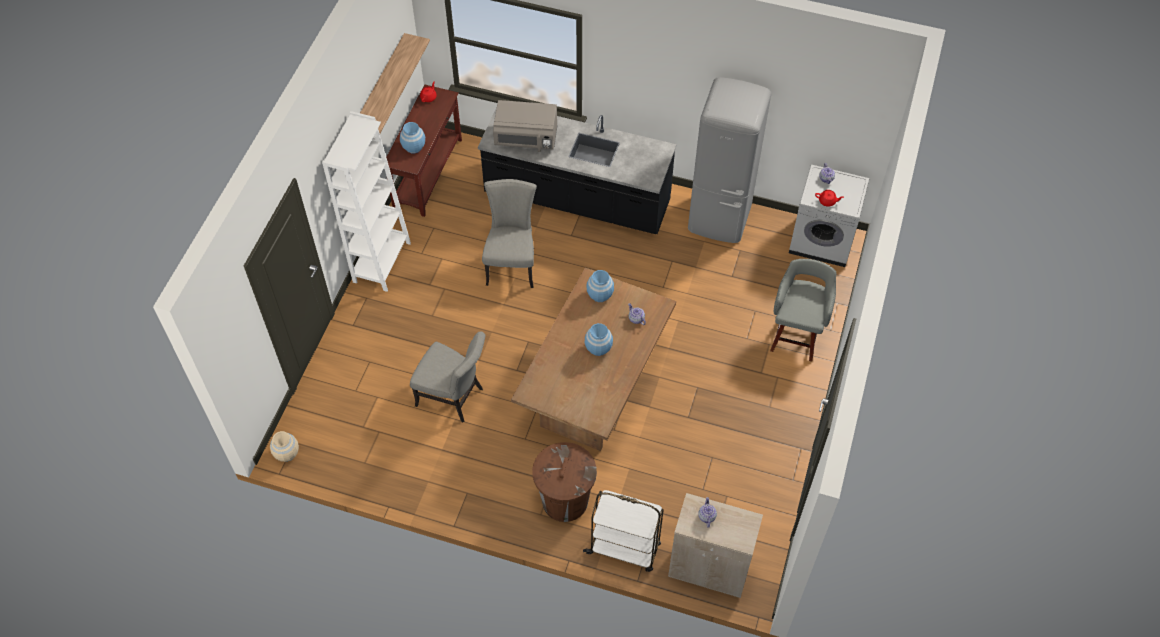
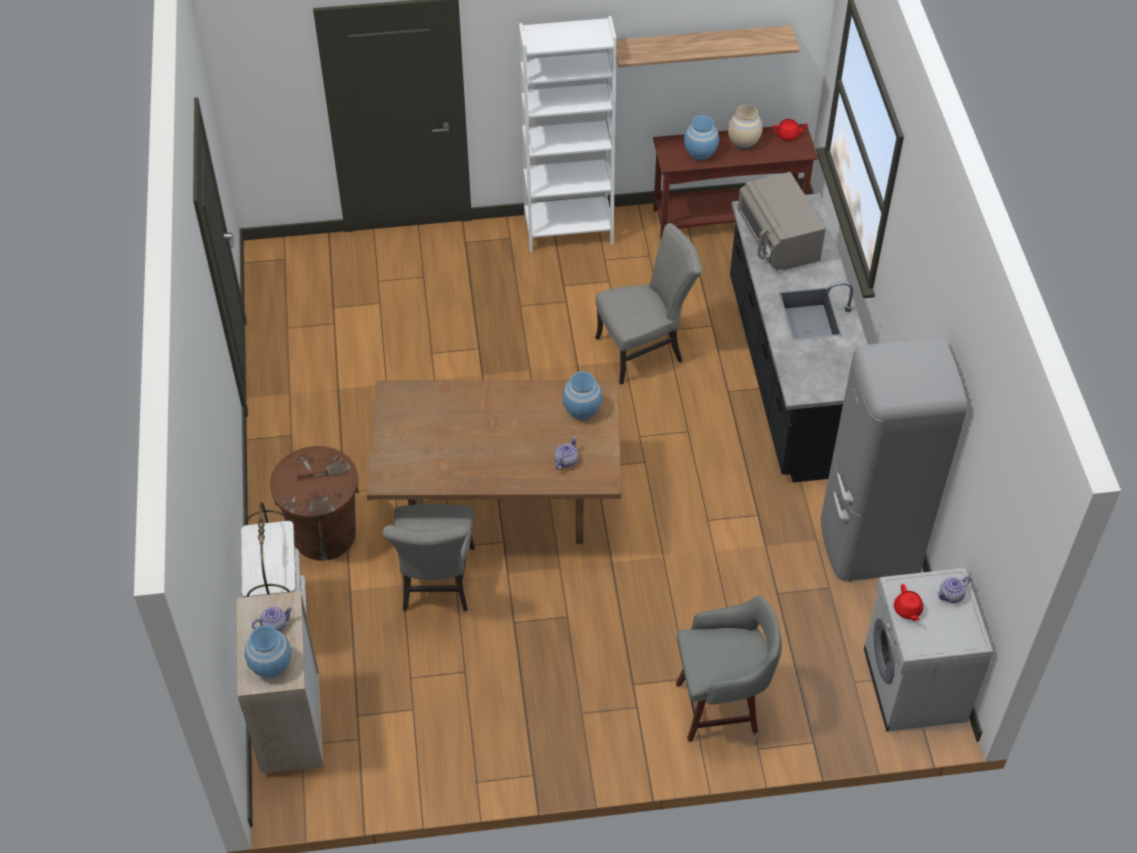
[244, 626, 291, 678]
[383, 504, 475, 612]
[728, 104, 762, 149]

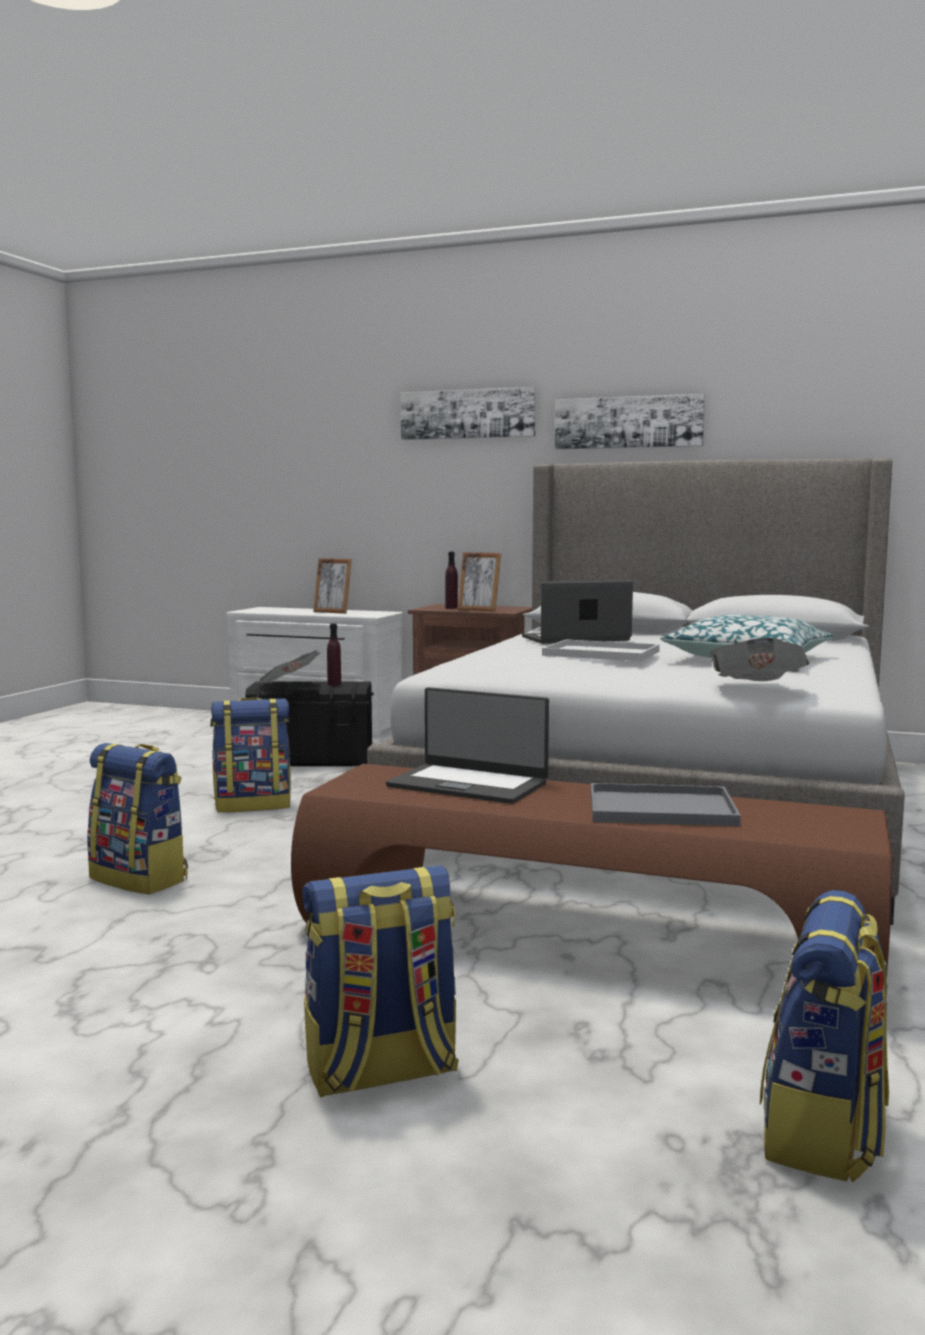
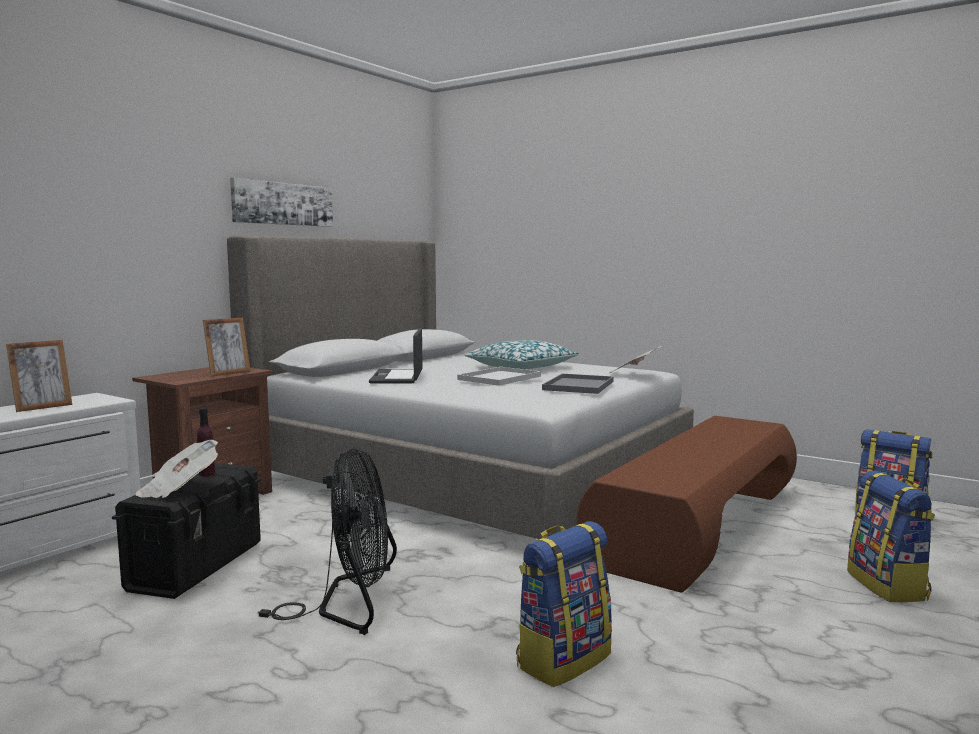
[257, 448, 397, 635]
[542, 374, 614, 394]
[386, 687, 549, 804] (first image)
[401, 387, 536, 440] (first image)
[445, 552, 458, 609] (first image)

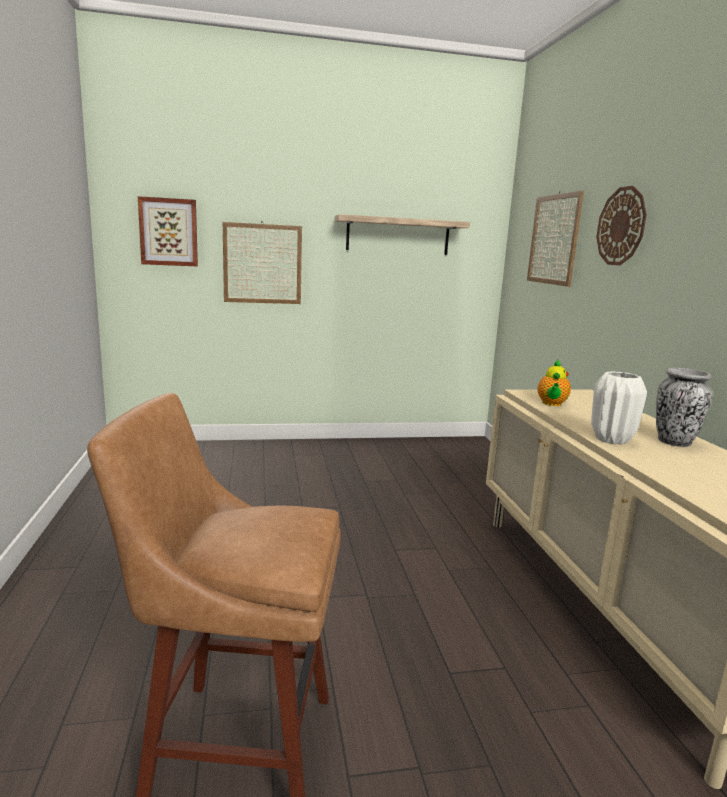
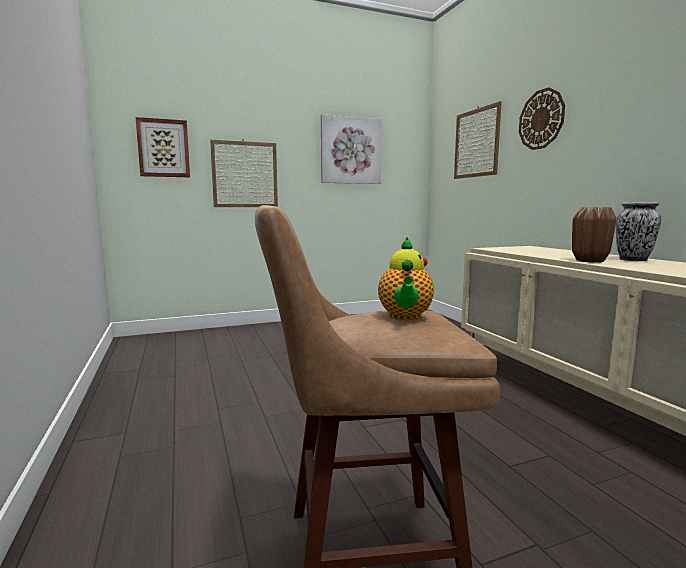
[321, 114, 382, 184]
[378, 237, 434, 320]
[572, 207, 616, 263]

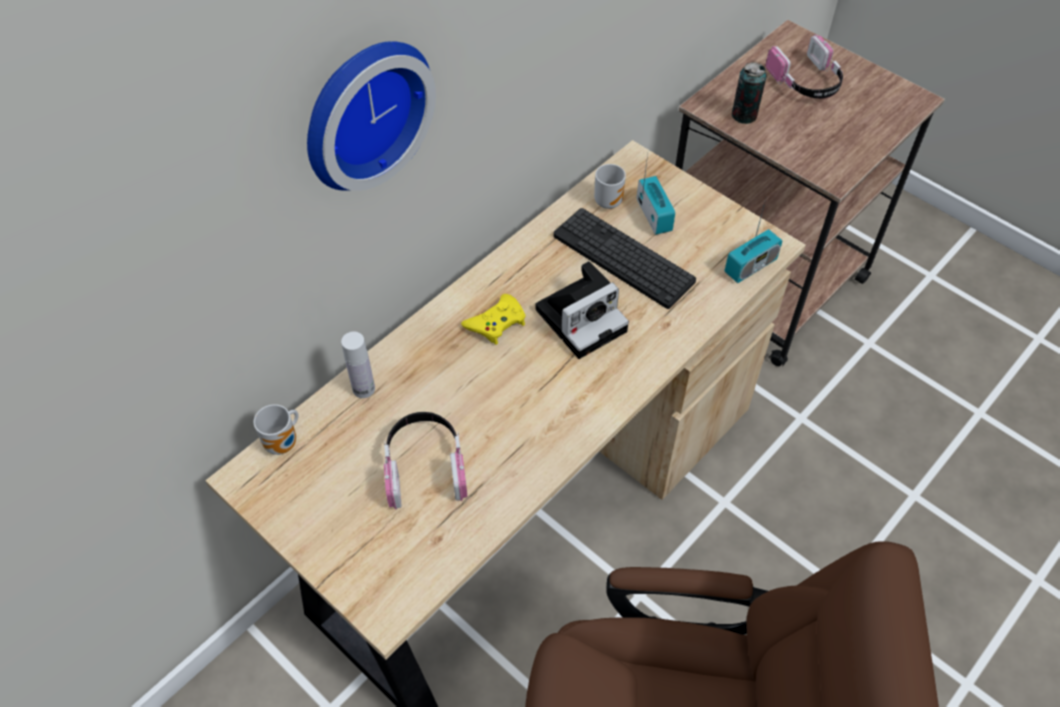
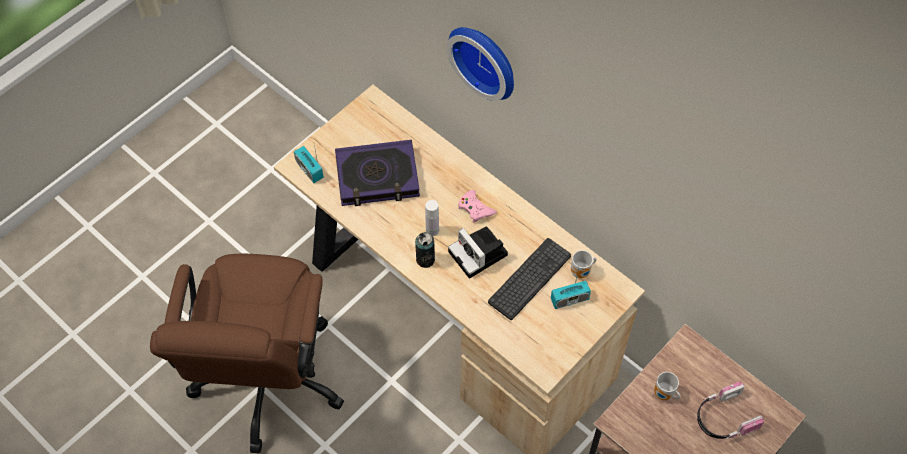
[294, 145, 324, 183]
[335, 140, 420, 206]
[415, 232, 435, 268]
[425, 200, 439, 236]
[458, 190, 497, 223]
[654, 372, 681, 401]

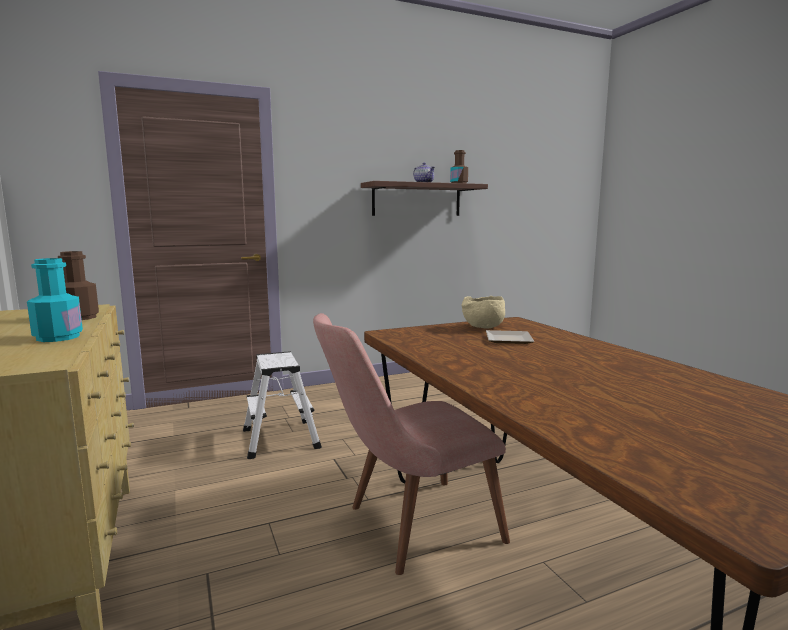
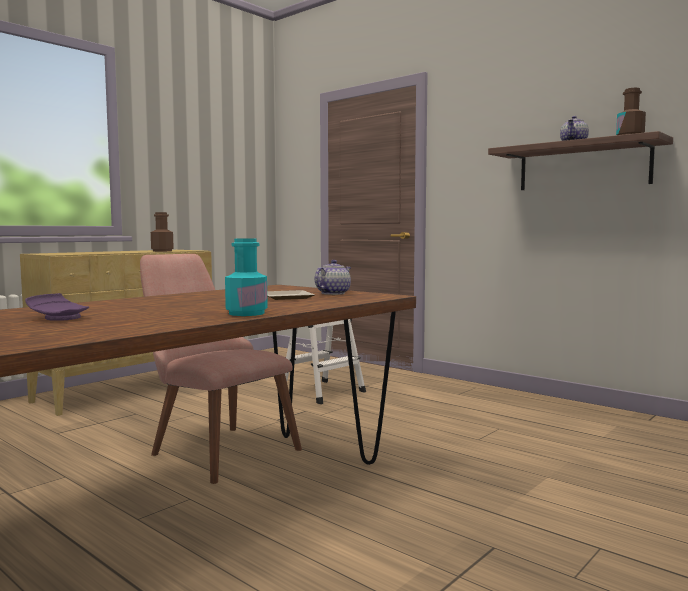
[25, 293, 89, 321]
[225, 238, 268, 316]
[315, 260, 351, 295]

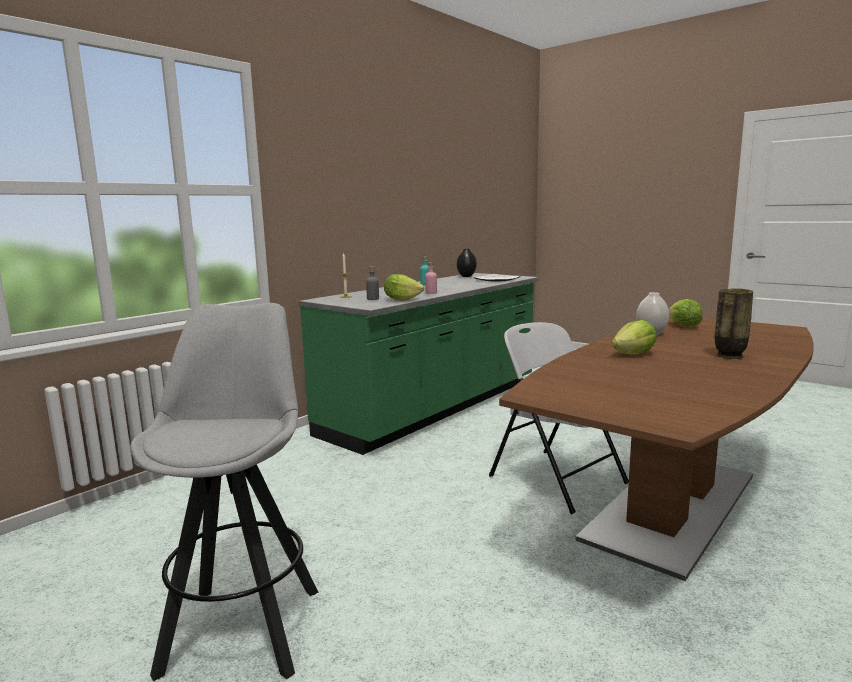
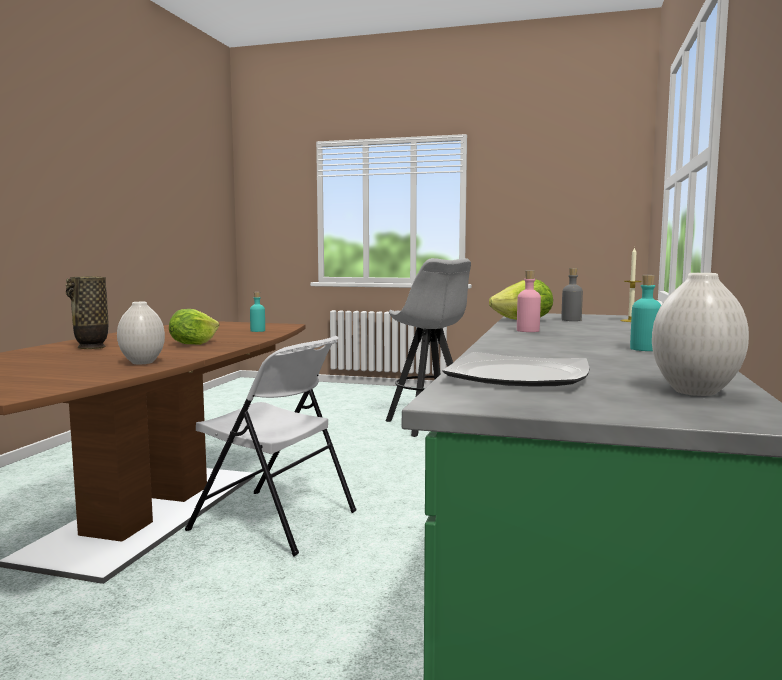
[250, 292, 265, 332]
[652, 273, 749, 396]
[669, 299, 702, 327] (first image)

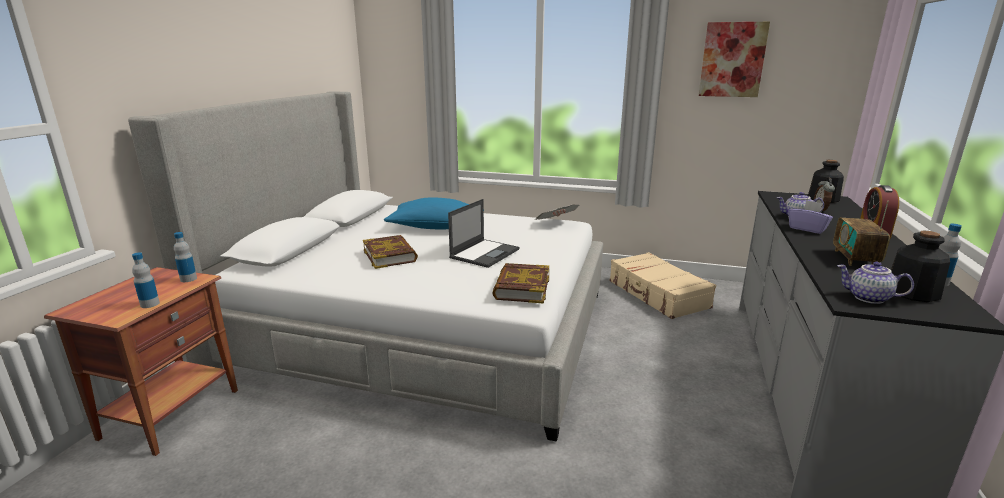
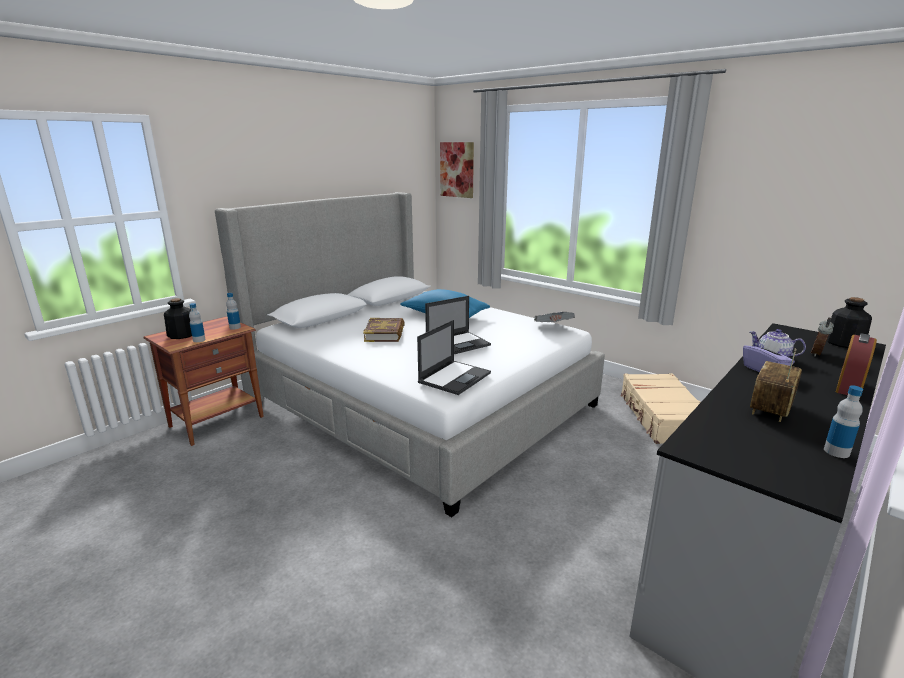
[164, 298, 192, 339]
[417, 320, 491, 395]
[440, 142, 474, 198]
[837, 262, 914, 304] (first image)

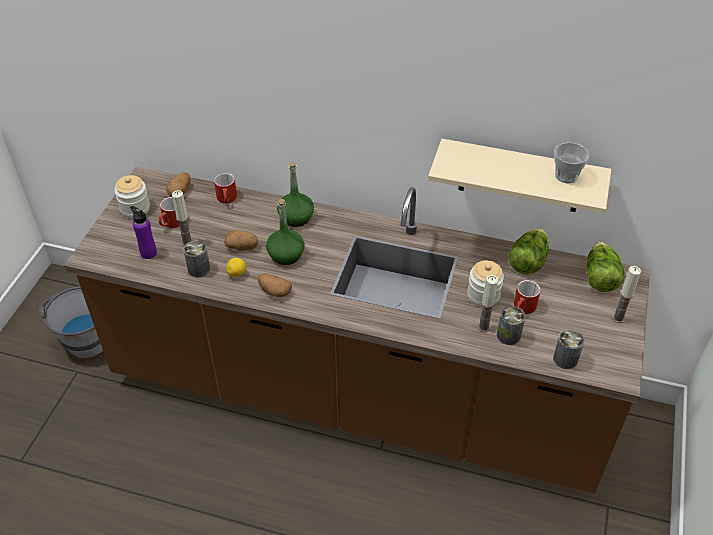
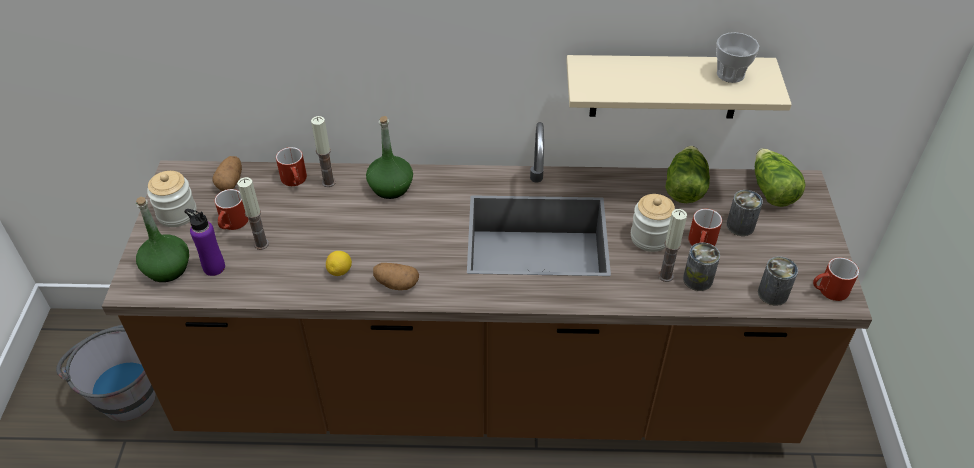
[136, 197, 189, 282]
[311, 116, 336, 187]
[726, 190, 763, 236]
[813, 257, 859, 301]
[224, 230, 258, 250] (first image)

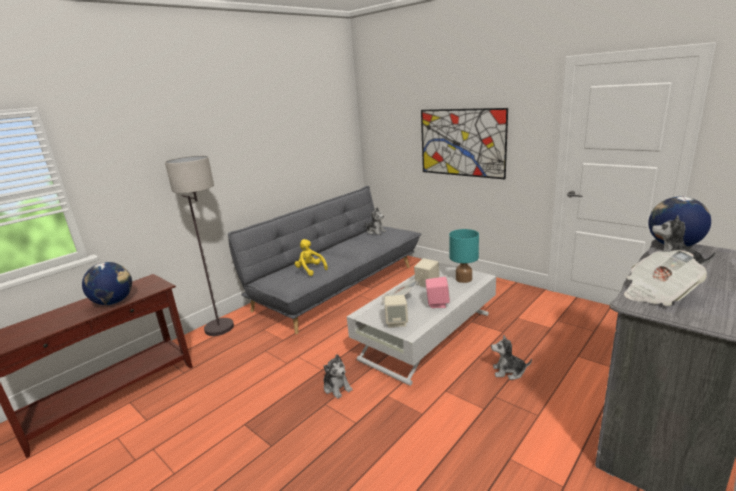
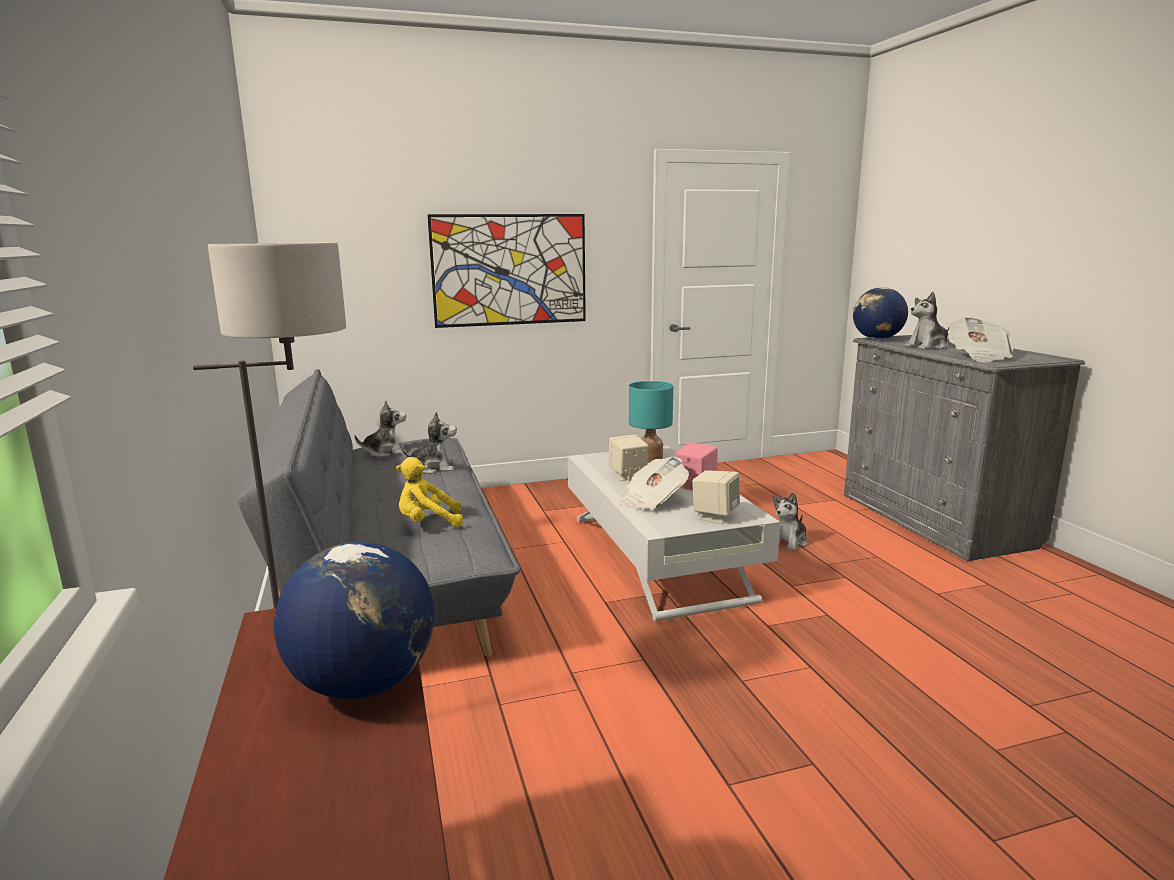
[401, 412, 457, 474]

